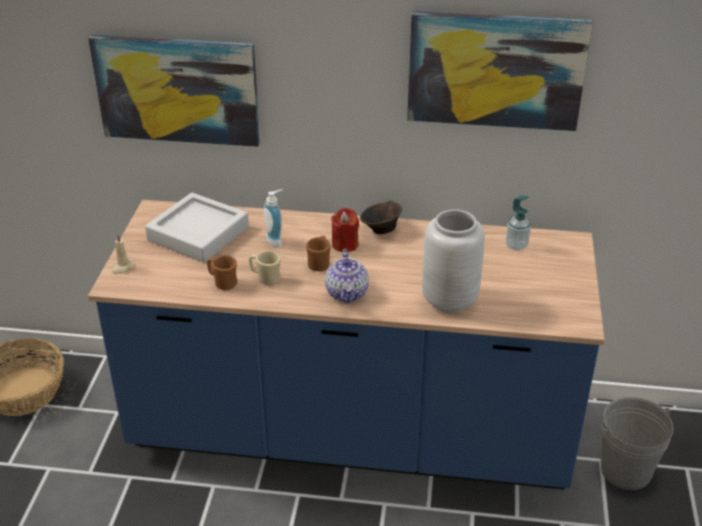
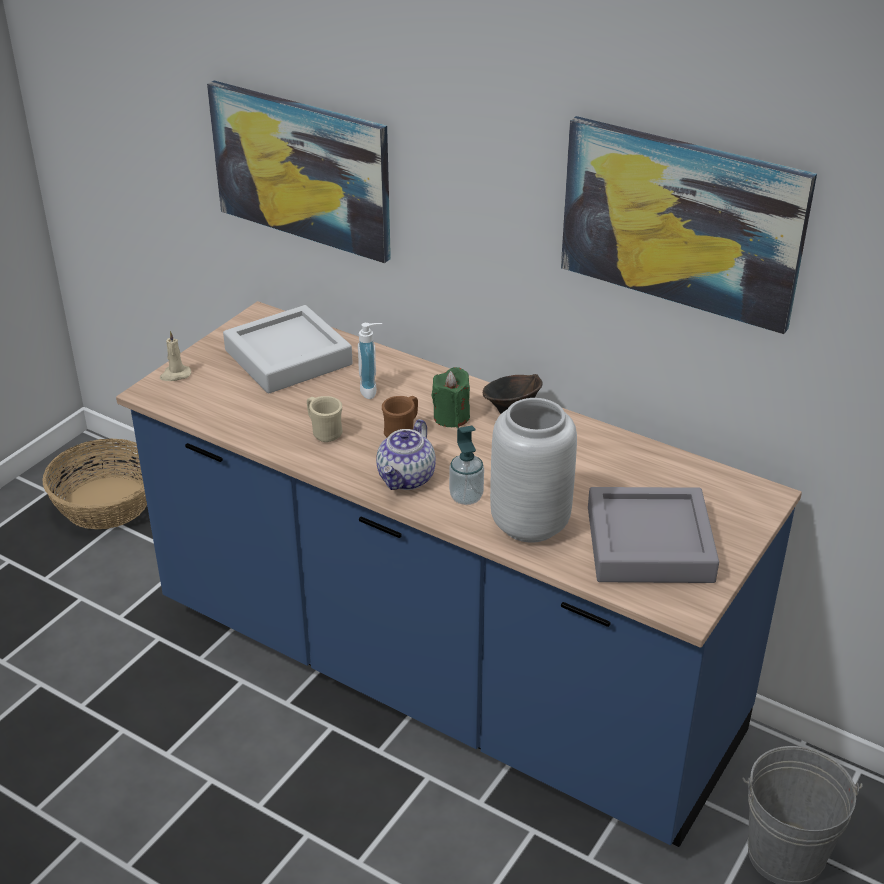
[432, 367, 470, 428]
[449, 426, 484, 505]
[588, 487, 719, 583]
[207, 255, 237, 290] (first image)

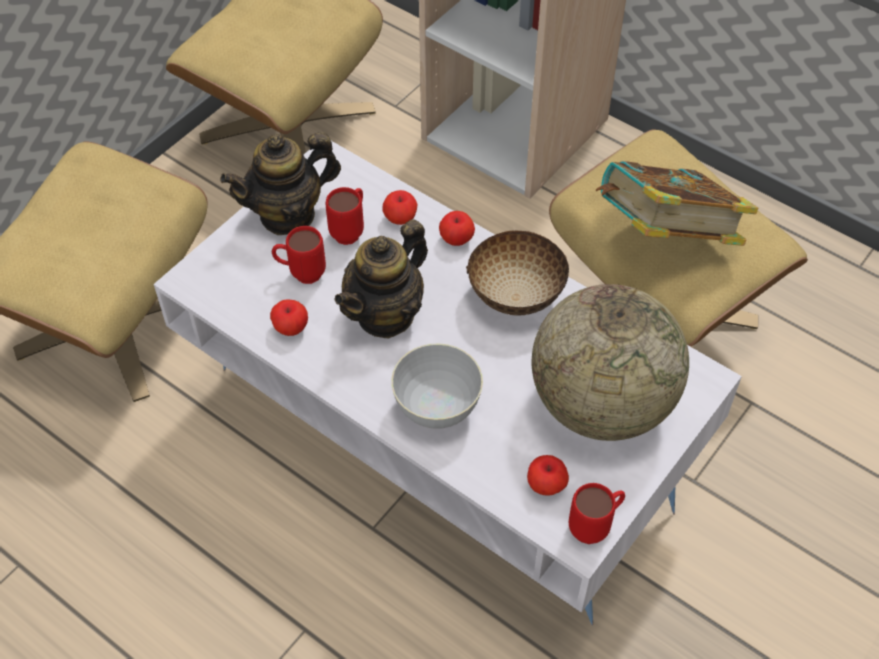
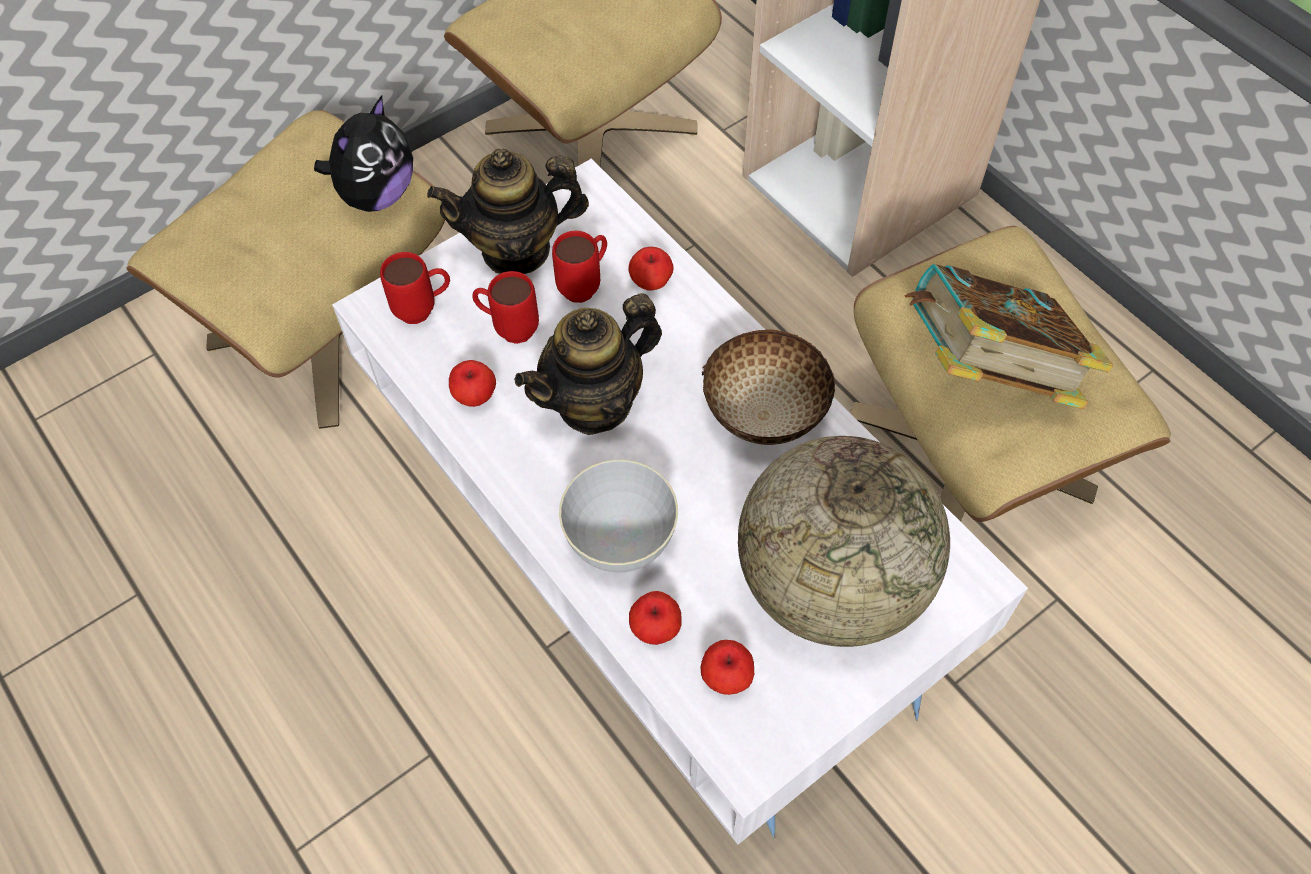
[314, 96, 413, 212]
[380, 252, 450, 324]
[629, 591, 682, 645]

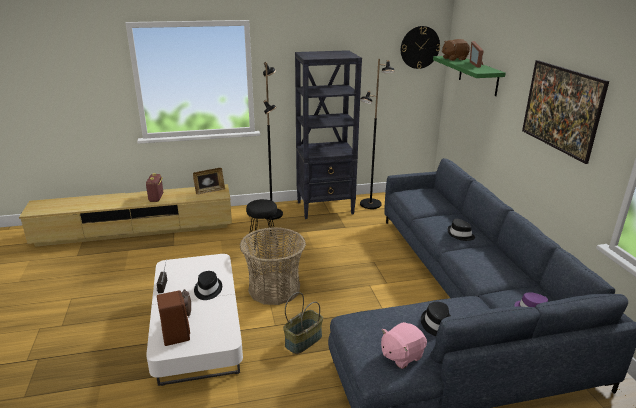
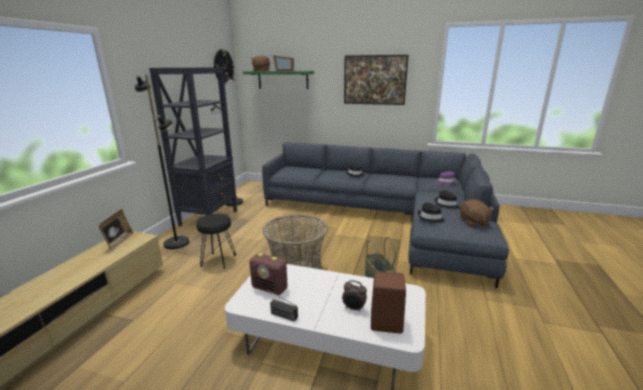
[249, 253, 288, 295]
[418, 203, 445, 223]
[460, 199, 494, 227]

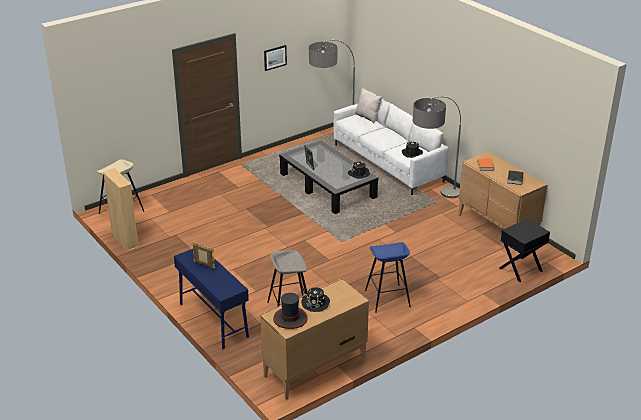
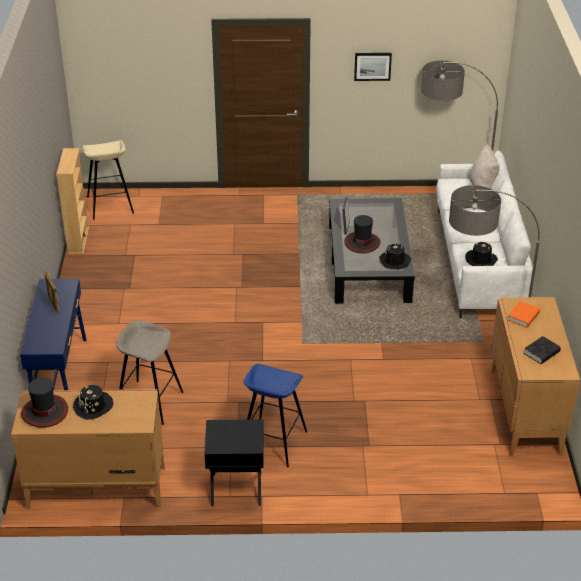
[204, 419, 264, 506]
[344, 215, 381, 253]

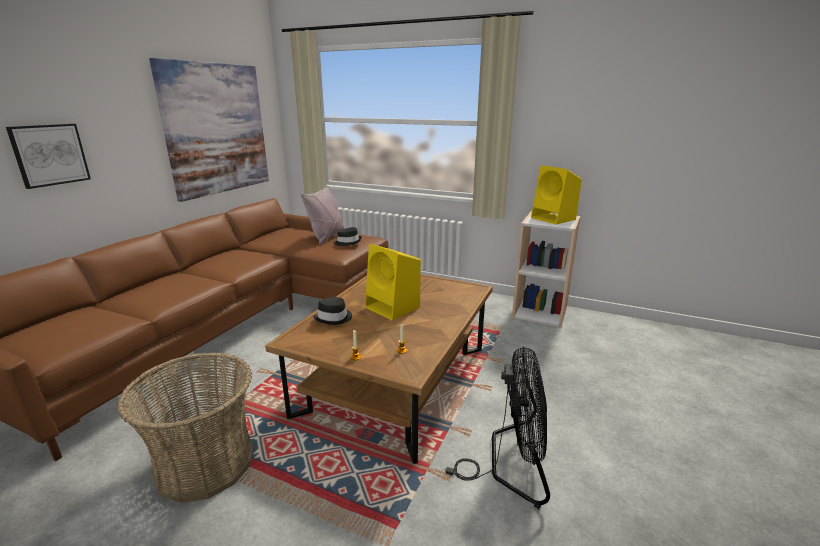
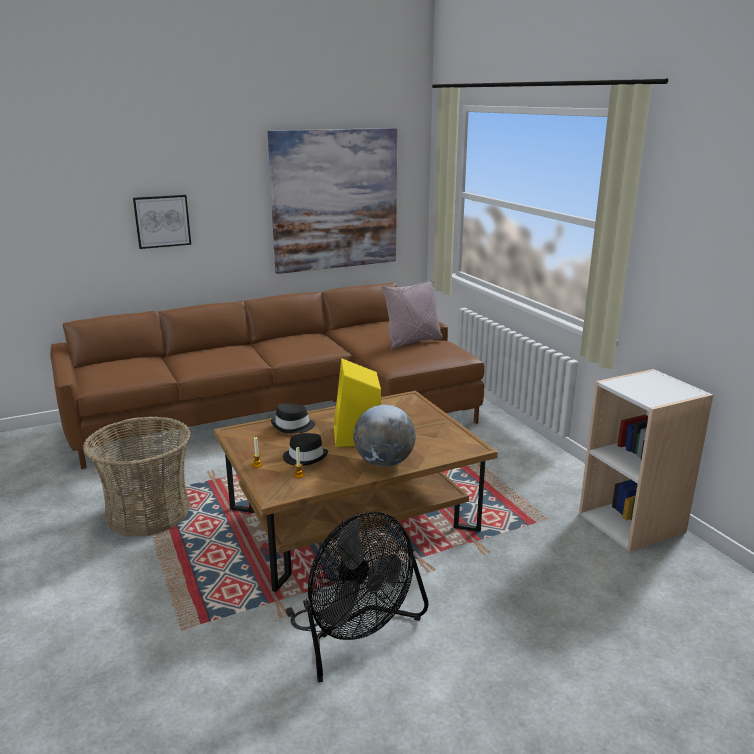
[283, 433, 328, 466]
[353, 405, 416, 467]
[531, 165, 582, 225] (first image)

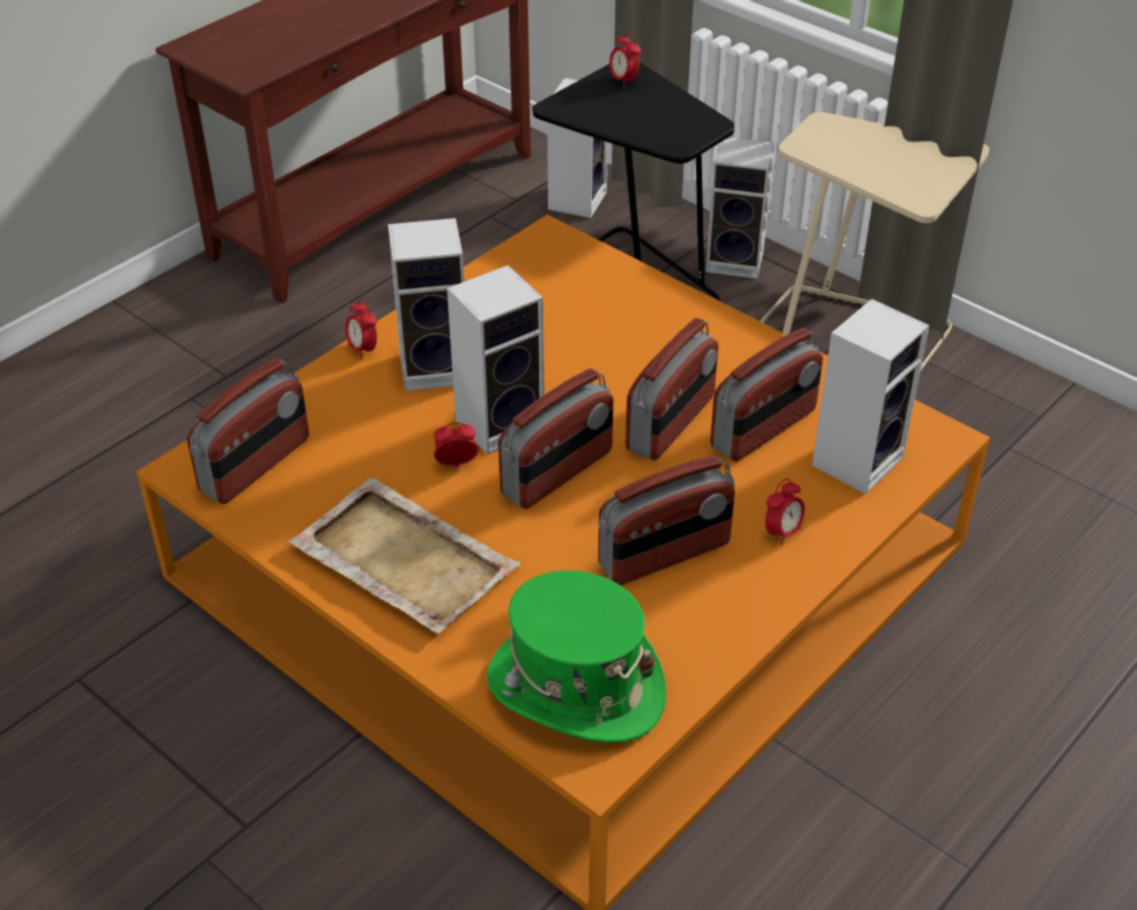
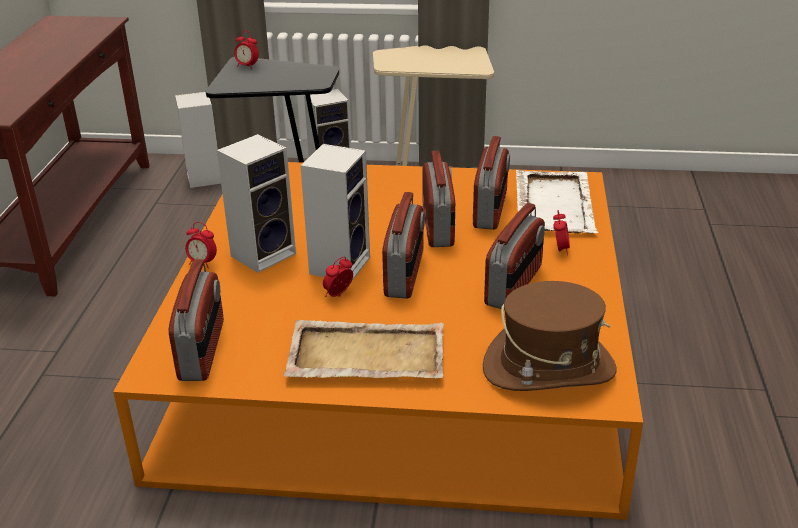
[483, 281, 617, 391]
[516, 170, 598, 233]

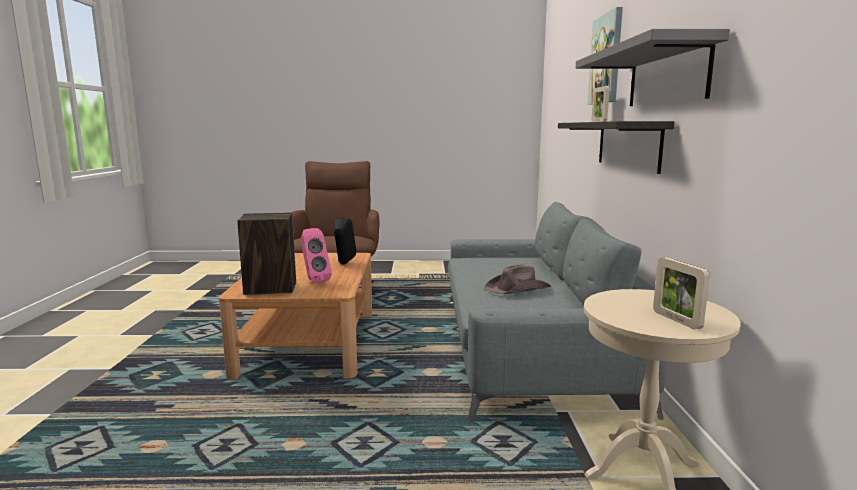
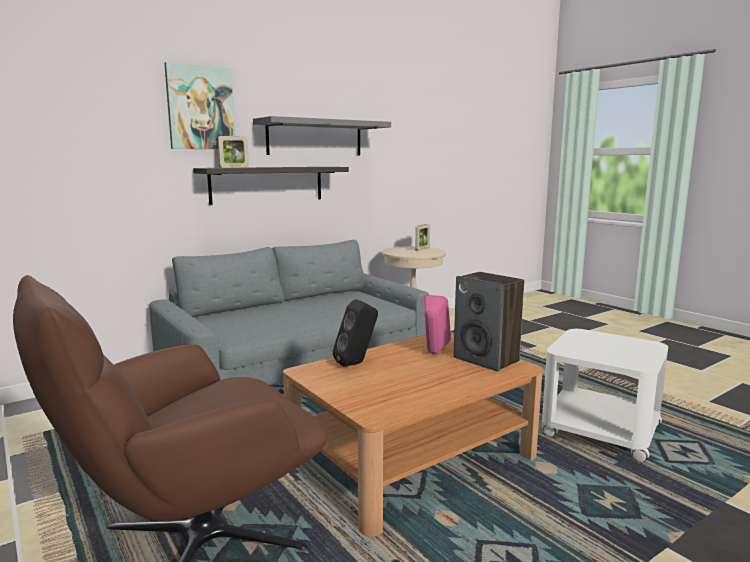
[542, 329, 668, 462]
[484, 264, 551, 294] (first image)

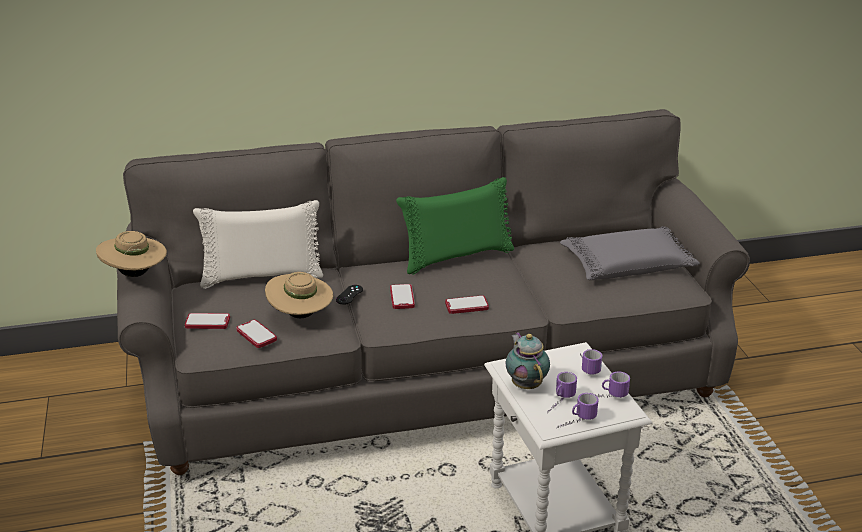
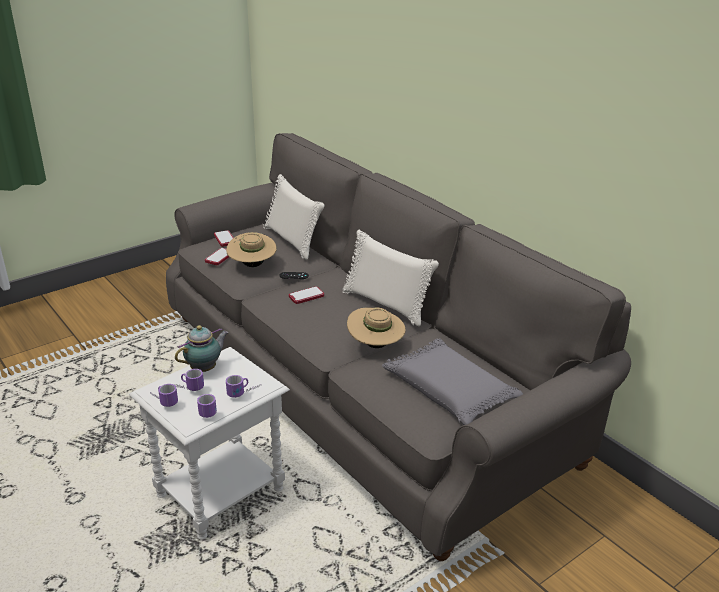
[342, 230, 439, 326]
[347, 307, 405, 348]
[445, 295, 489, 314] (first image)

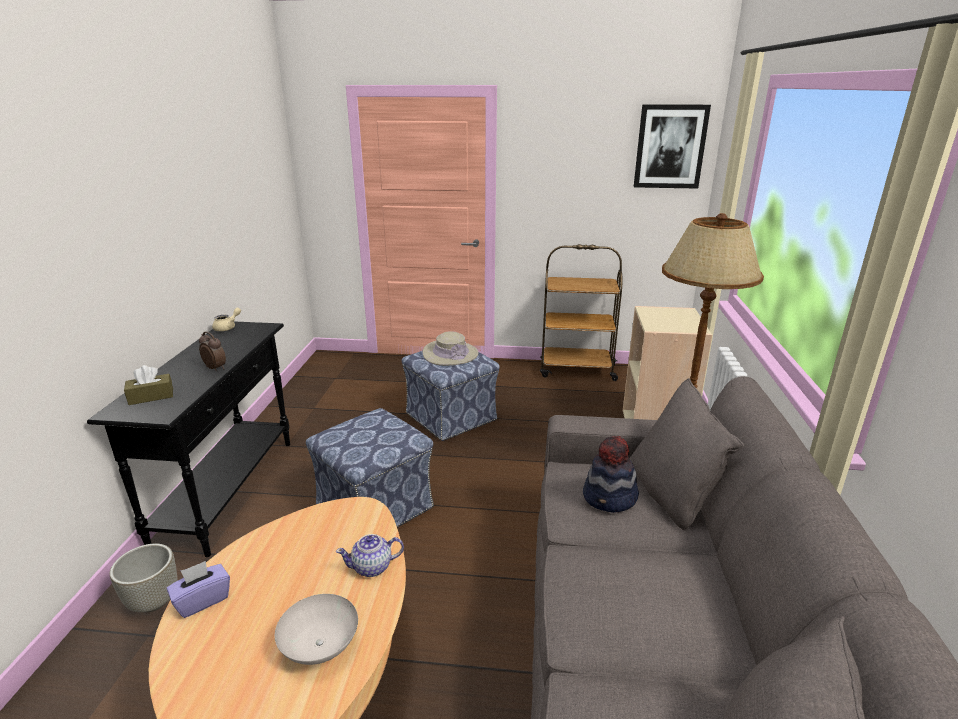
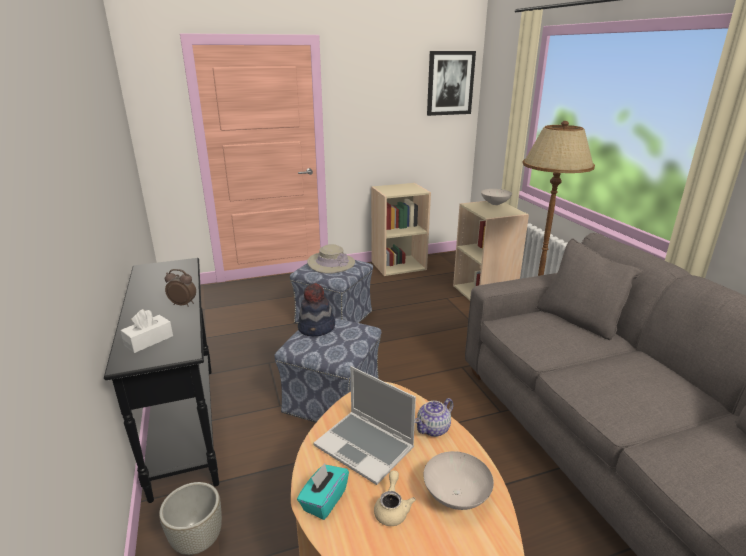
[120, 309, 173, 353]
[297, 463, 349, 520]
[298, 283, 335, 336]
[313, 366, 416, 485]
[371, 183, 431, 276]
[374, 470, 416, 526]
[481, 189, 512, 205]

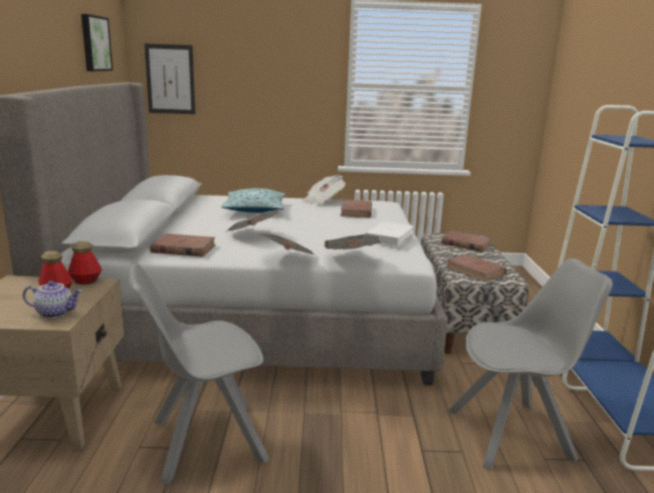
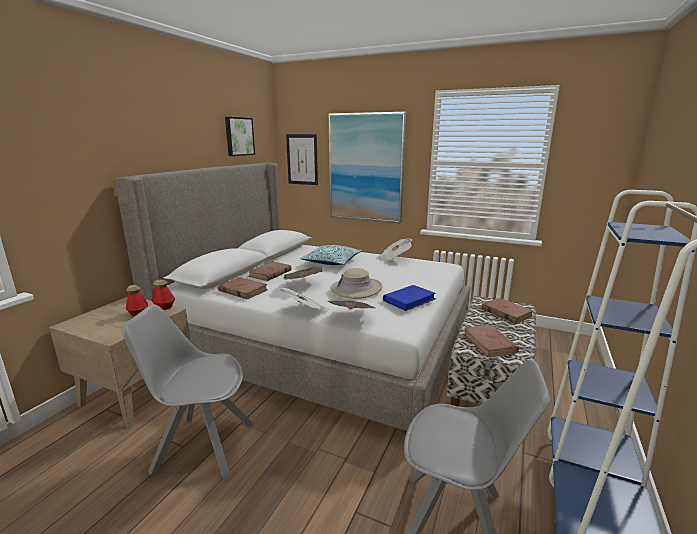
[248, 262, 291, 281]
[329, 112, 406, 223]
[331, 268, 383, 299]
[383, 285, 436, 311]
[23, 281, 82, 318] (first image)

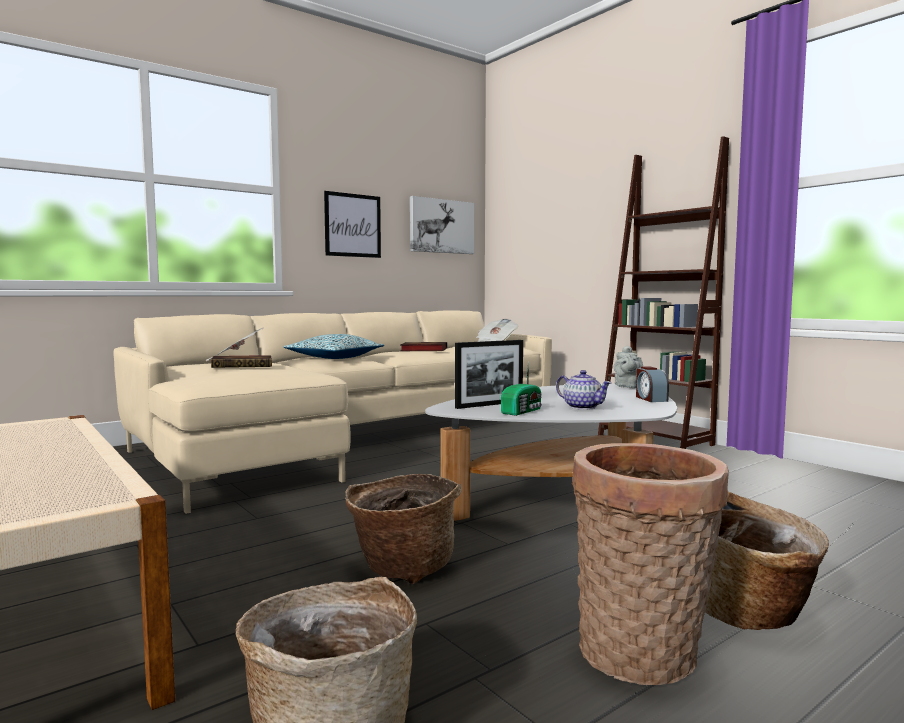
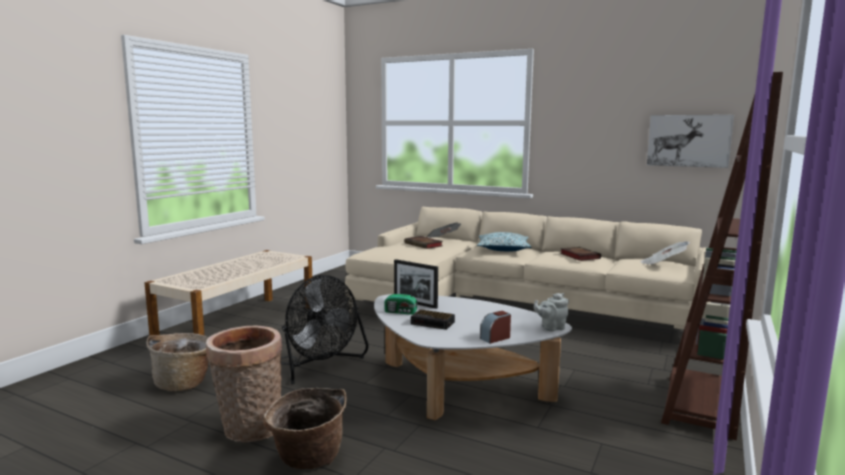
[281, 275, 368, 384]
[411, 310, 455, 330]
[324, 191, 381, 258] (first image)

